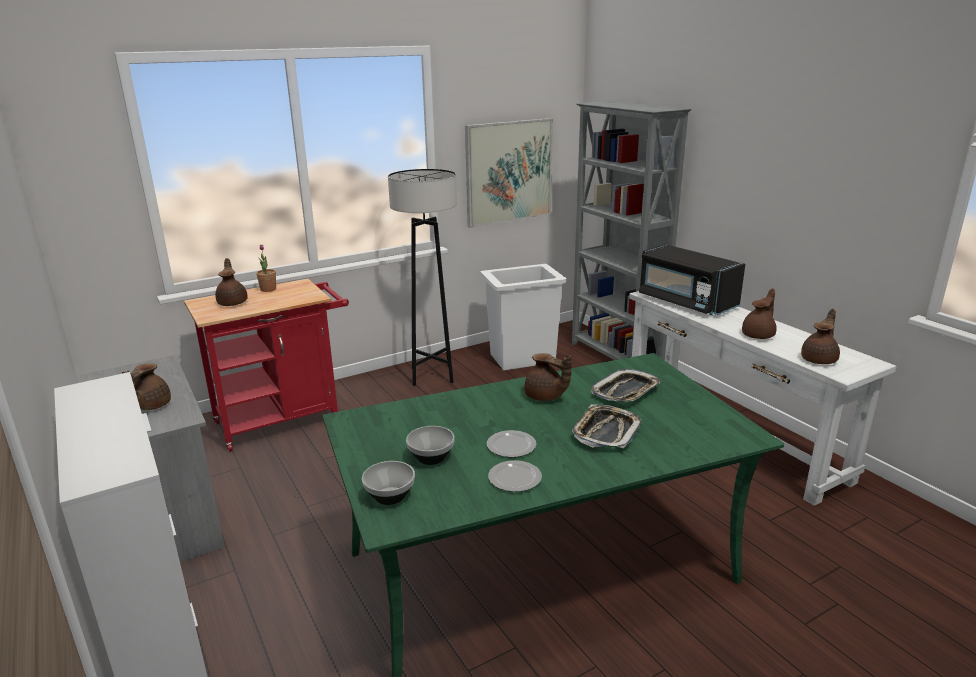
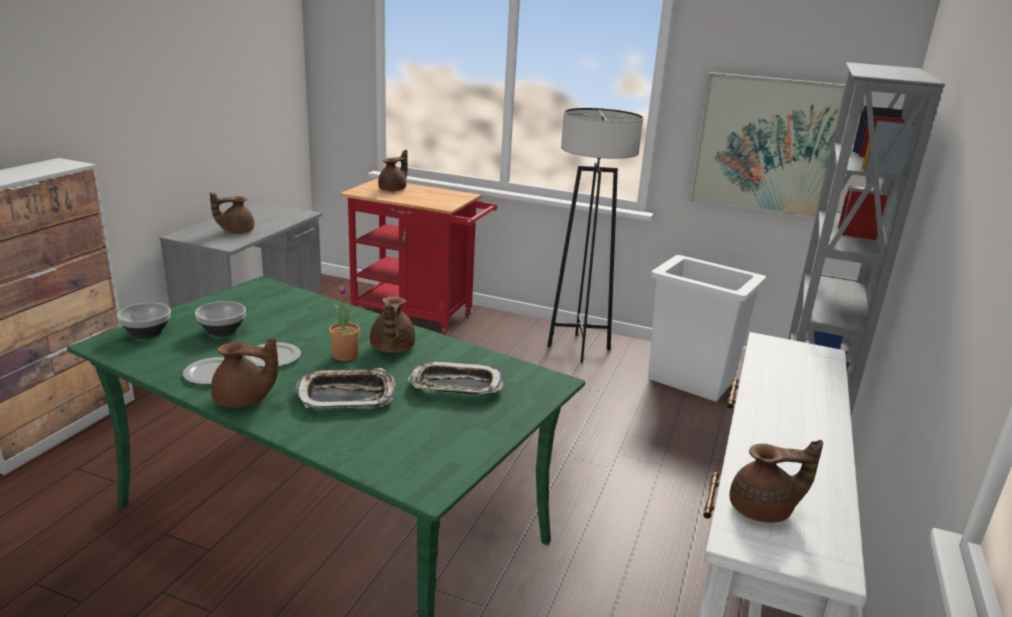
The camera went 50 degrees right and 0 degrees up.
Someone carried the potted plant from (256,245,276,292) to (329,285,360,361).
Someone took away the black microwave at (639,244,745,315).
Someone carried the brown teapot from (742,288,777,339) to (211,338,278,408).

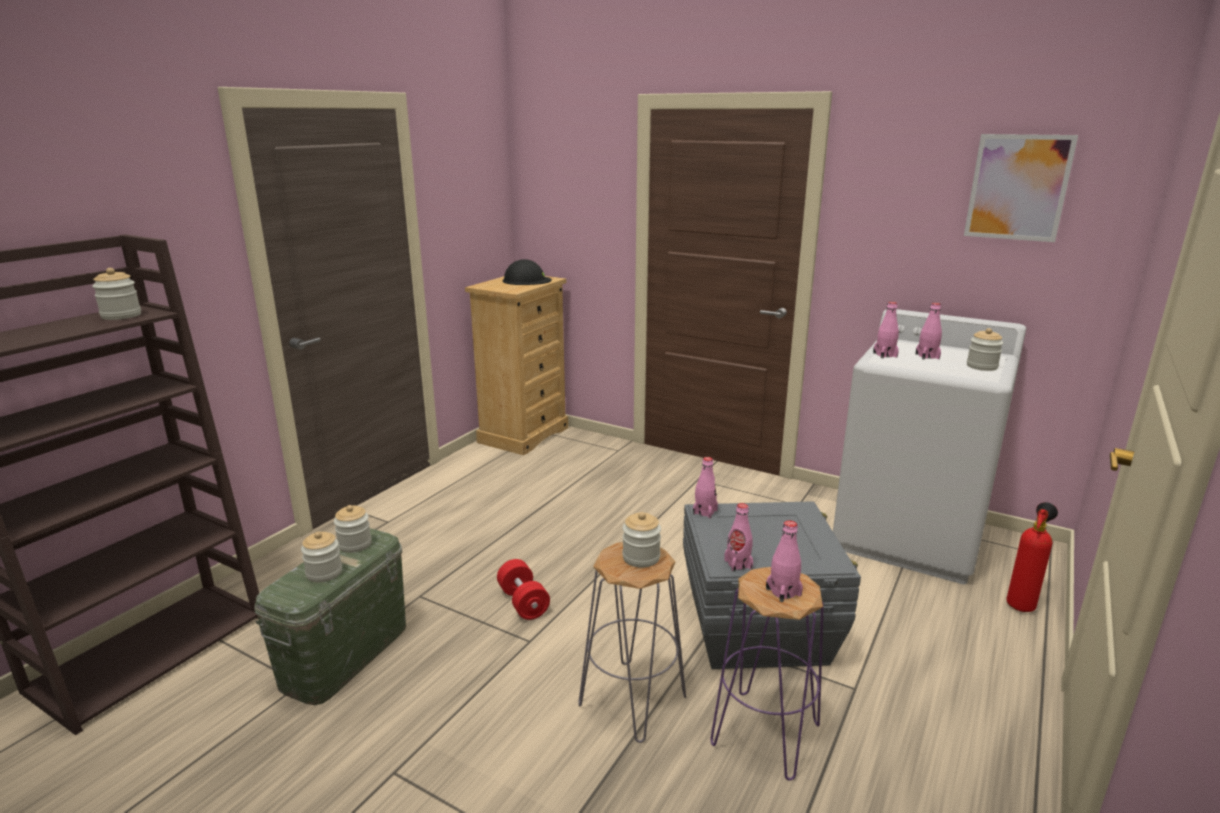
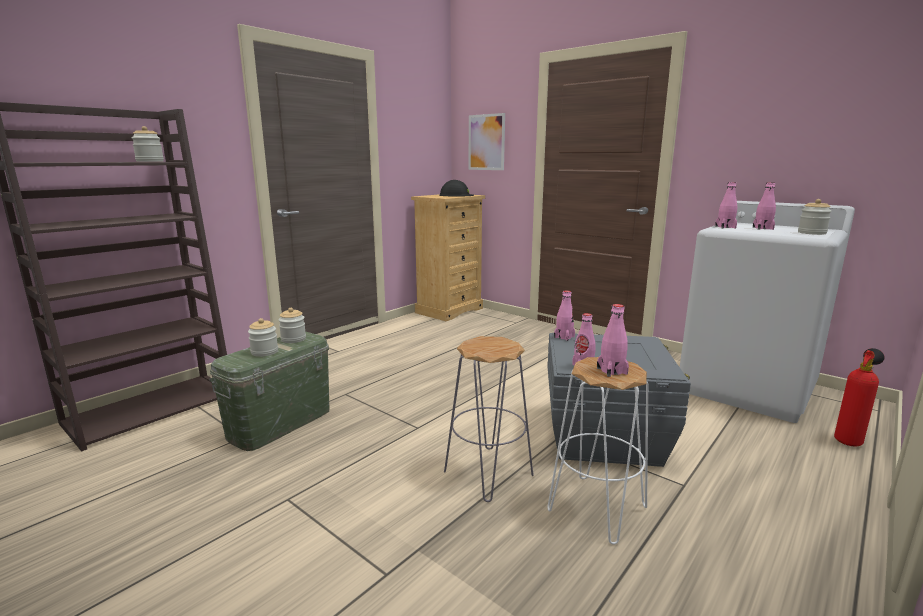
The camera went 10 degrees right and 5 degrees down.
Someone took away the red dumbbell at (497,559,550,620).
Someone took away the jar at (622,512,661,568).
Someone repainted the purple stool at (710,567,824,781), which became the white stool at (548,357,648,545).
Someone carried the picture from (964,134,1078,242) to (469,113,505,170).

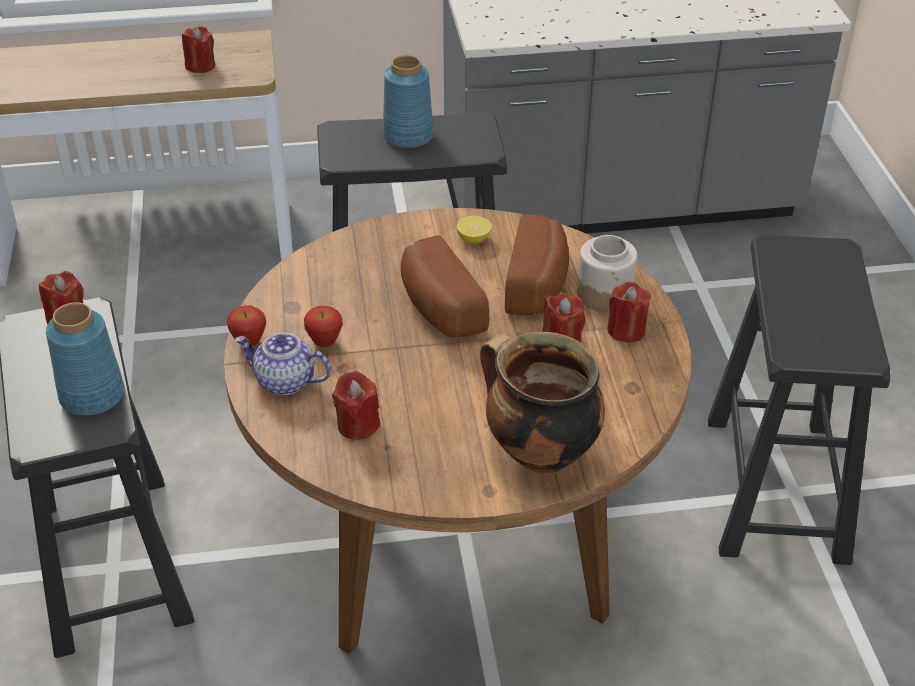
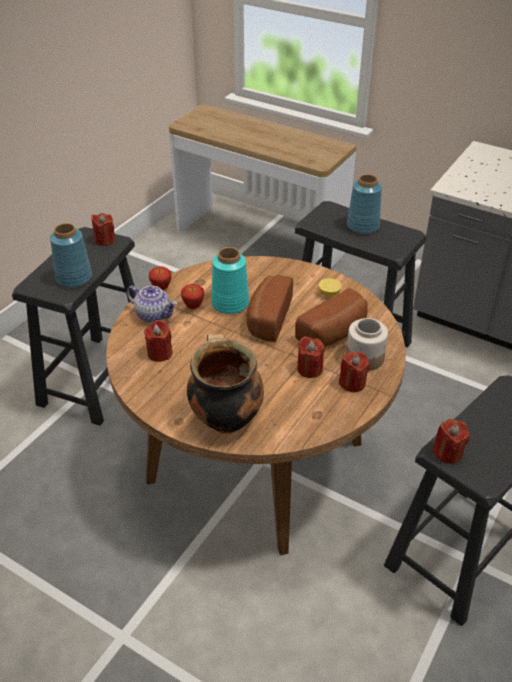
The camera went 40 degrees right and 0 degrees up.
Someone carried the red candle from (182,26,215,73) to (433,419,470,464).
Someone rotated the teapot at (235,333,331,395) by 150 degrees clockwise.
Someone put down the turquoise vase at (211,247,249,314).

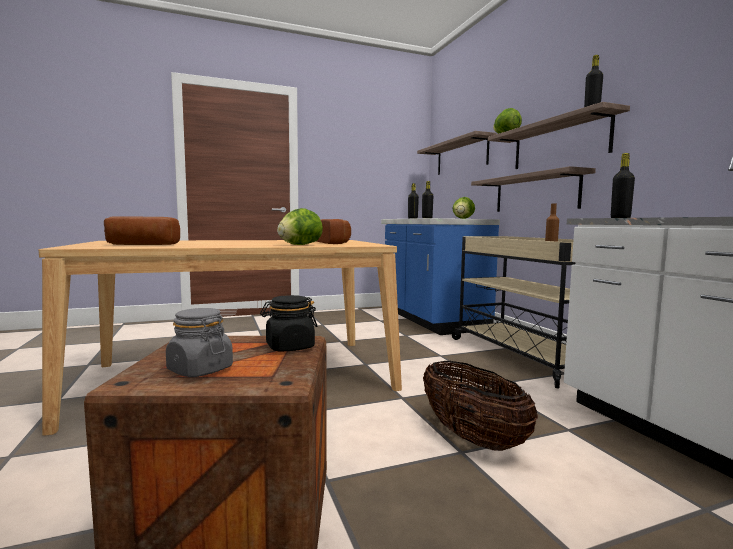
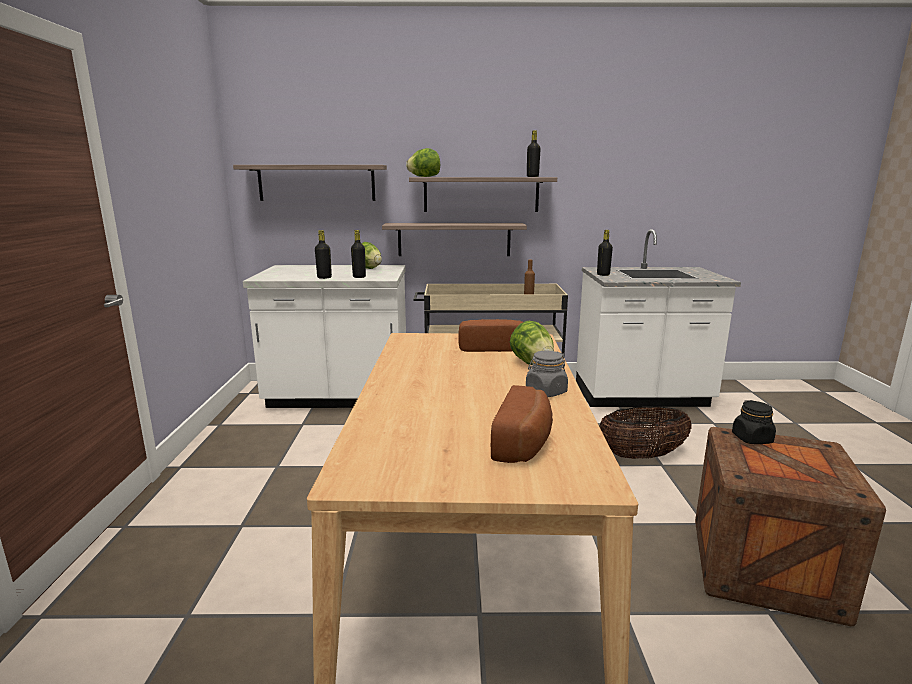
The camera went 70 degrees left and 10 degrees up.
Someone carried the grey jar from (166,308,233,377) to (526,351,568,397).
Someone repainted the blue counter at (381,218,500,335), which became the white counter at (243,265,406,408).

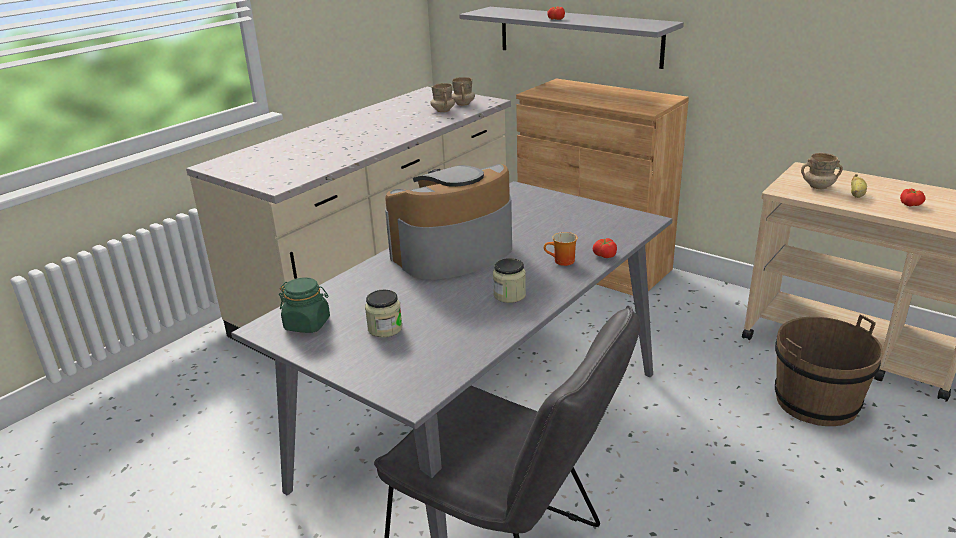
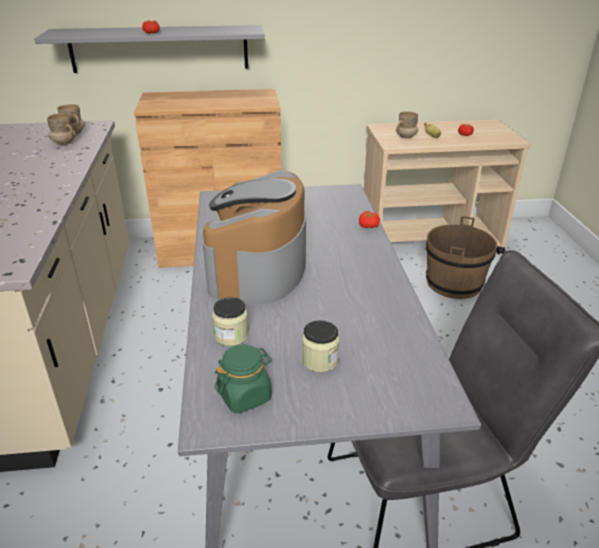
The camera went 45 degrees left and 5 degrees up.
Someone carried the jar from (493,258,526,303) to (212,297,249,346).
Someone took away the mug at (544,232,578,266).

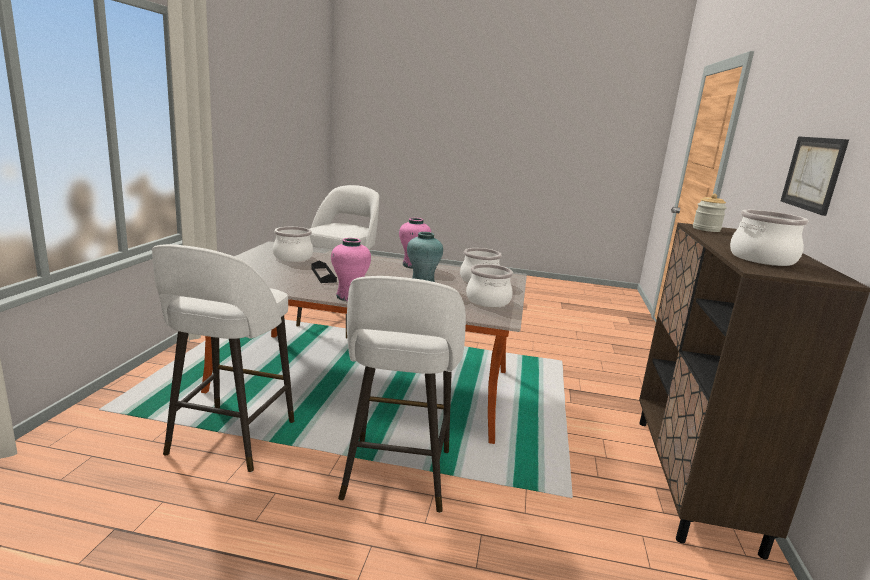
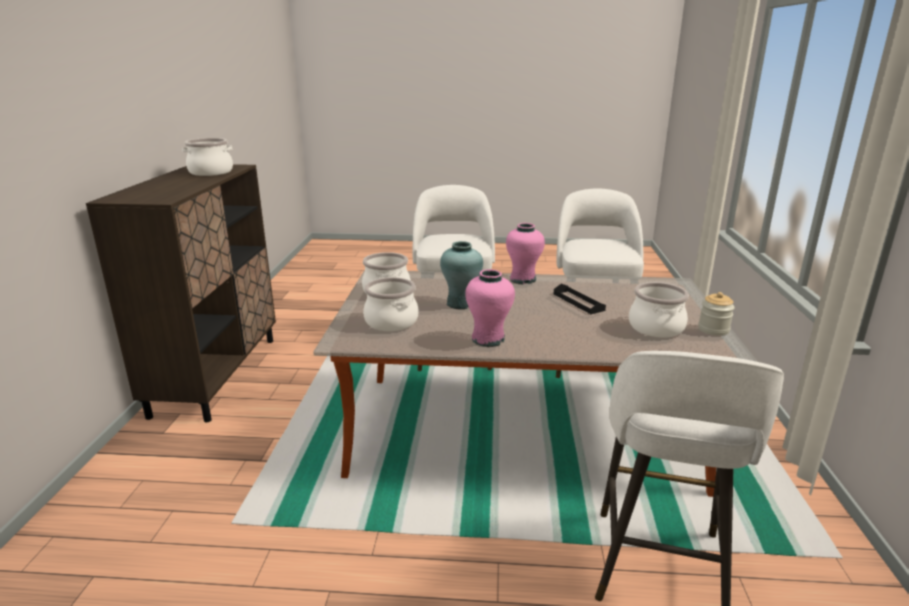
The camera went 175 degrees right and 5 degrees up.
Someone carried the jar from (693,194,727,232) to (698,292,735,336).
Someone took away the picture at (781,136,849,216).

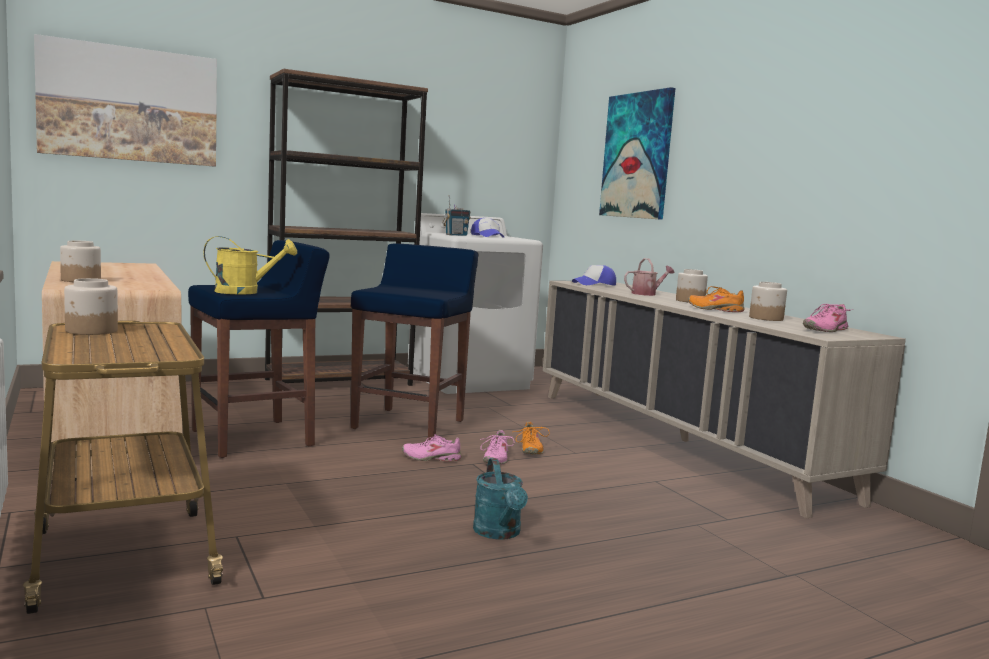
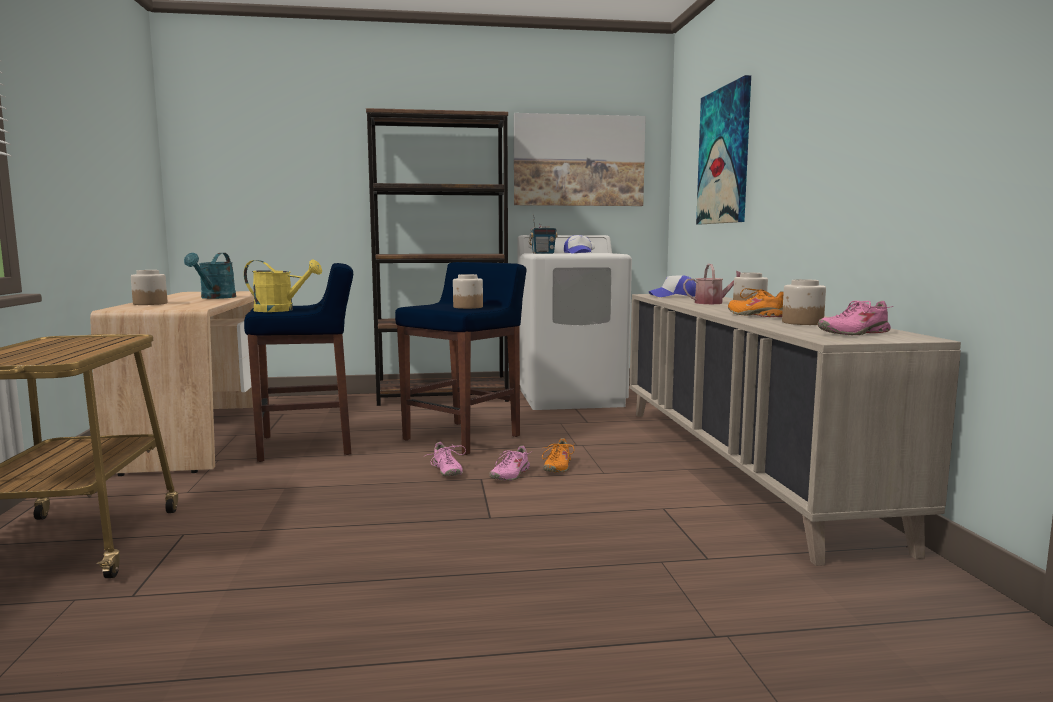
The camera went 20 degrees right and 0 degrees up.
Someone carried the picture from (34,34,217,167) to (514,113,646,206).
Someone carried the jar from (64,278,118,335) to (453,274,483,309).
Someone rotated the pink shoe at (402,434,462,461) by 135 degrees counterclockwise.
Someone carried the turquoise watering can from (473,458,528,540) to (184,253,236,299).

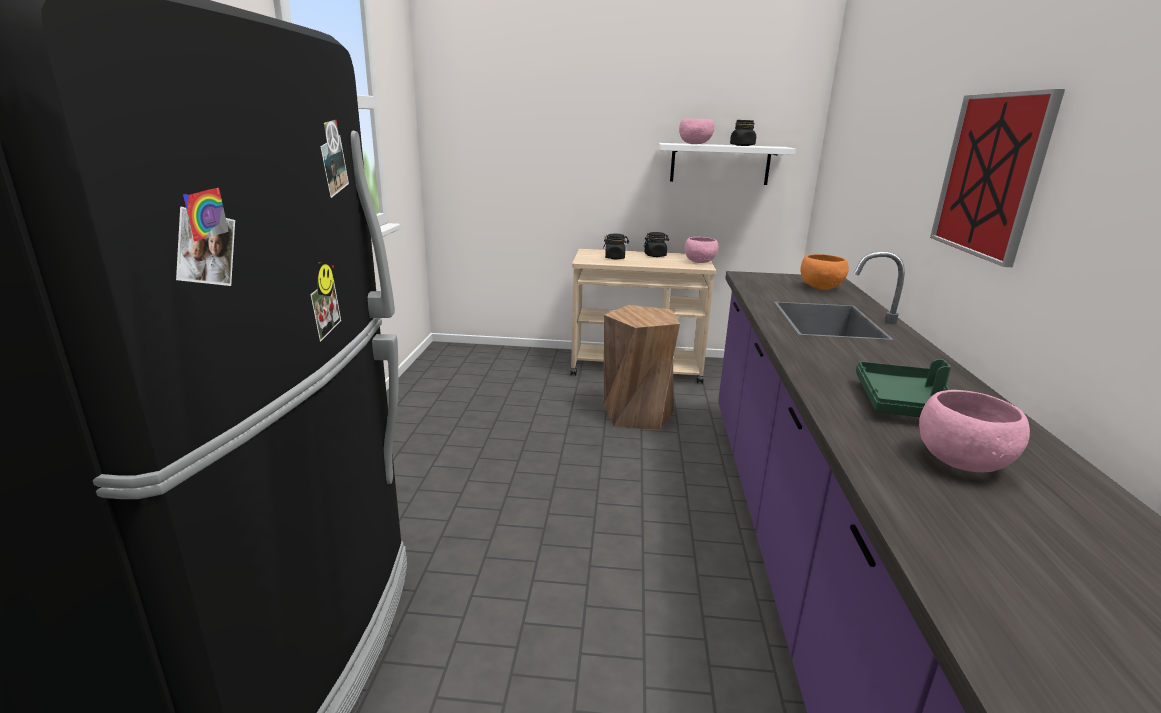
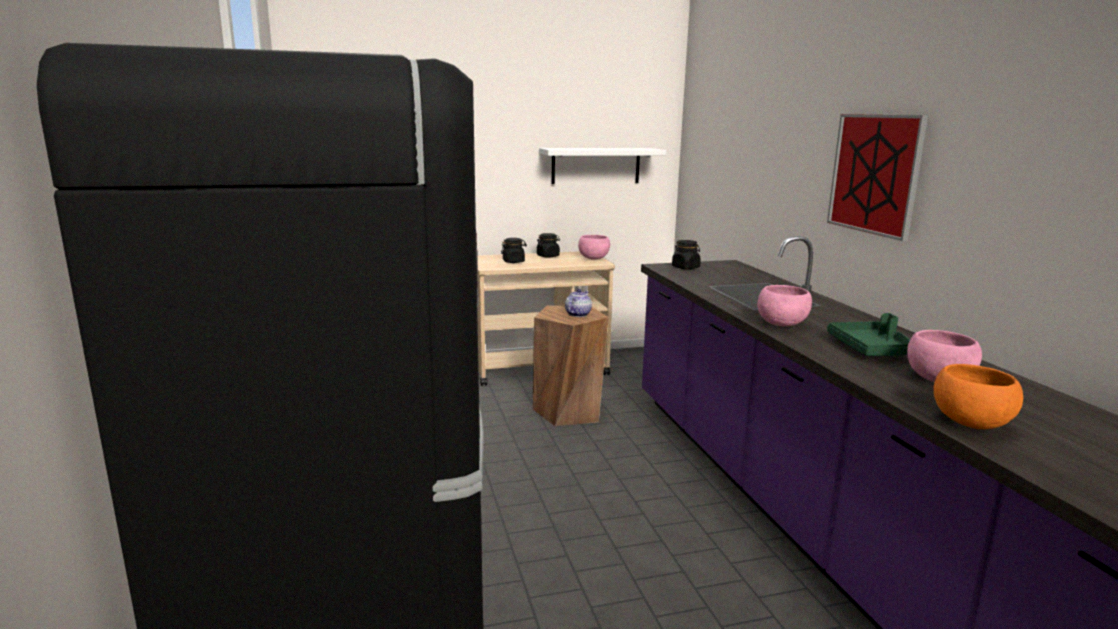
The camera went 20 degrees left and 5 degrees down.
Someone carried the pink bowl from (679,118,714,144) to (757,285,812,327).
Someone carried the black jar from (730,120,756,146) to (672,240,701,269).
Someone carried the orange bowl from (800,254,849,290) to (933,364,1023,429).
Someone put down the teapot at (565,289,592,317).

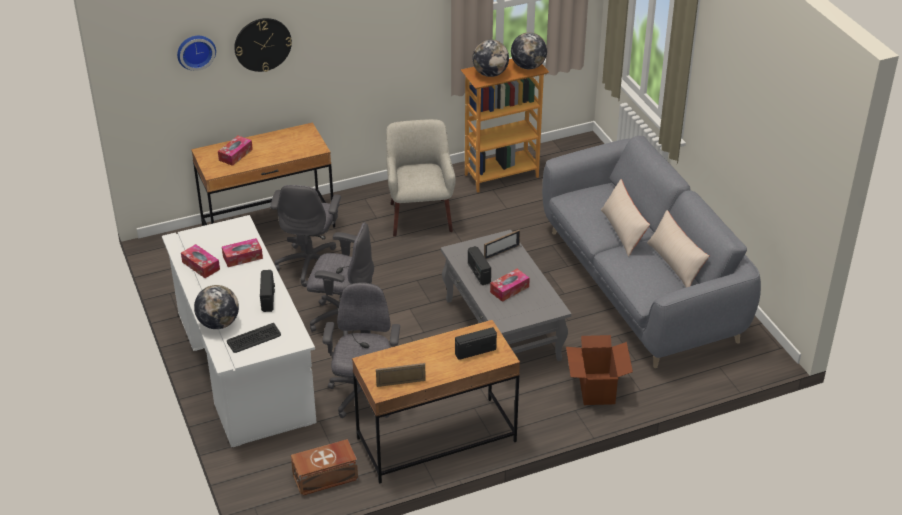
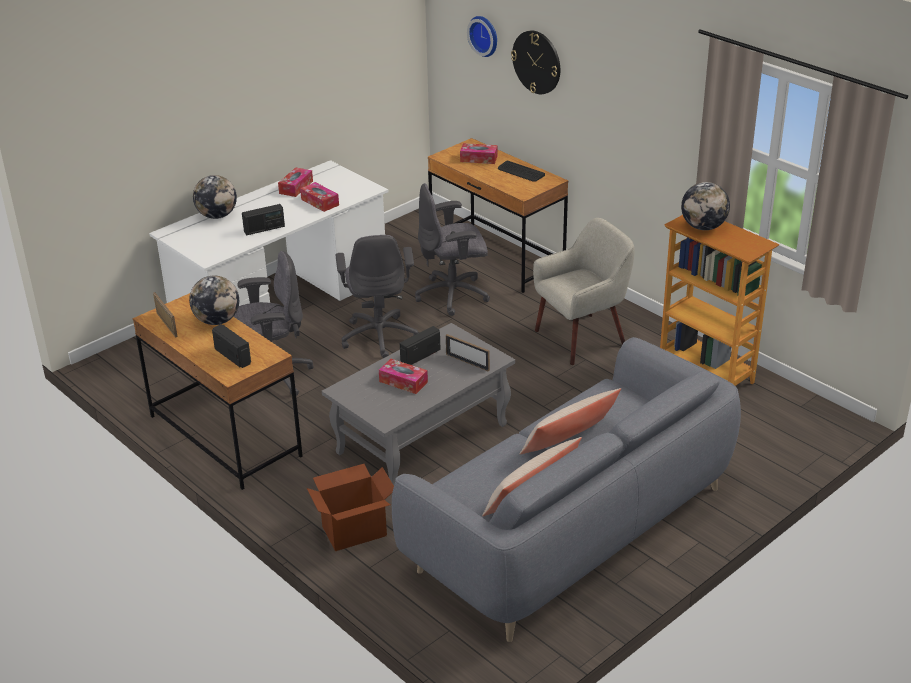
The camera went 70 degrees right and 5 degrees down.
Someone carried the keyboard from (227,323,281,353) to (498,161,545,182).
Someone took away the brown storage box at (291,439,358,496).
Someone carried the globe from (511,32,547,69) to (189,276,239,325).

